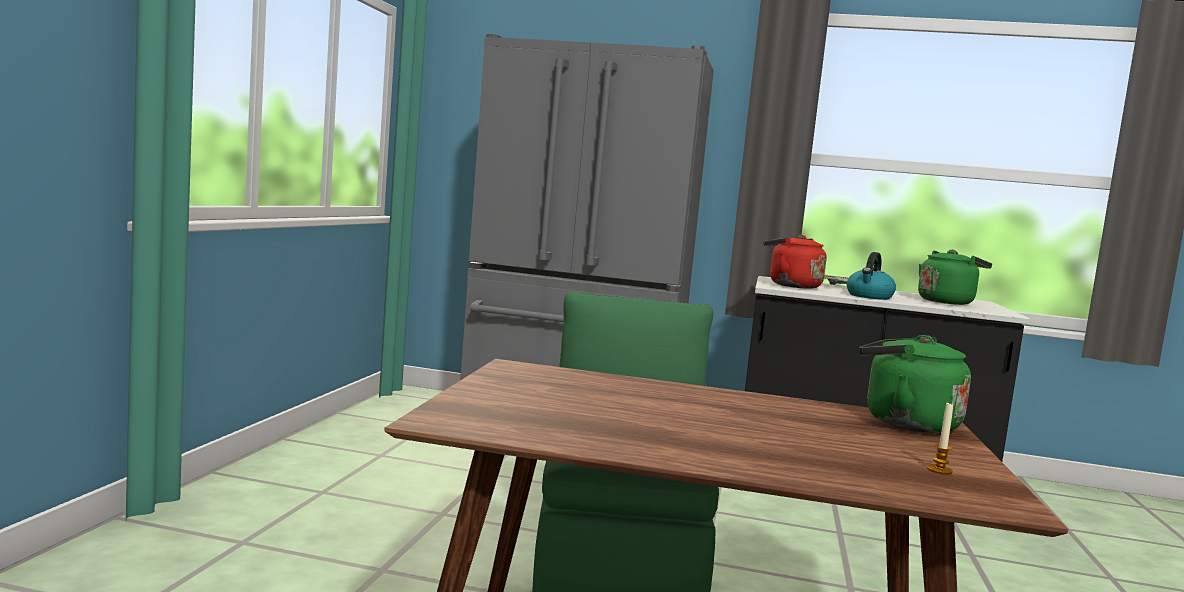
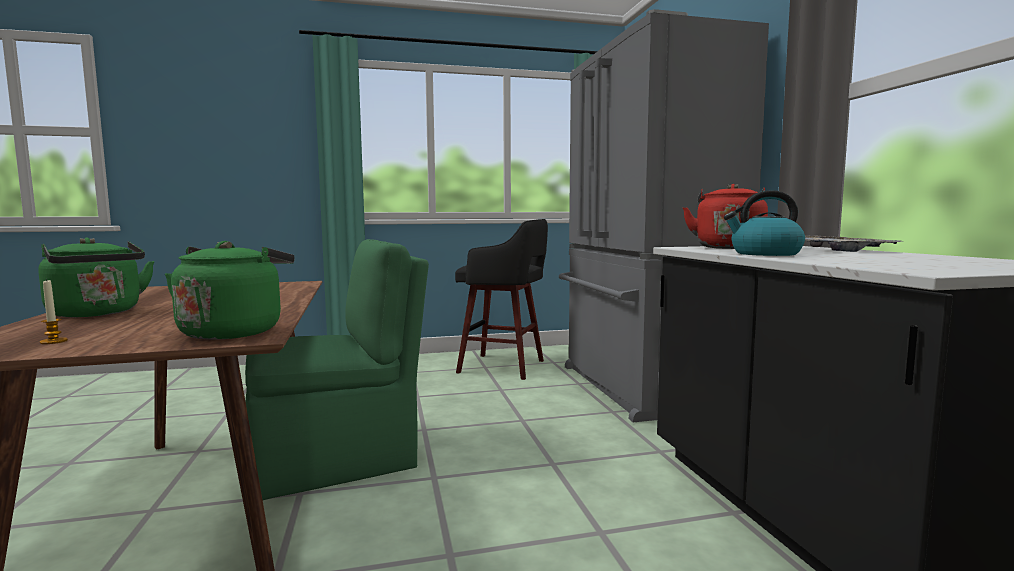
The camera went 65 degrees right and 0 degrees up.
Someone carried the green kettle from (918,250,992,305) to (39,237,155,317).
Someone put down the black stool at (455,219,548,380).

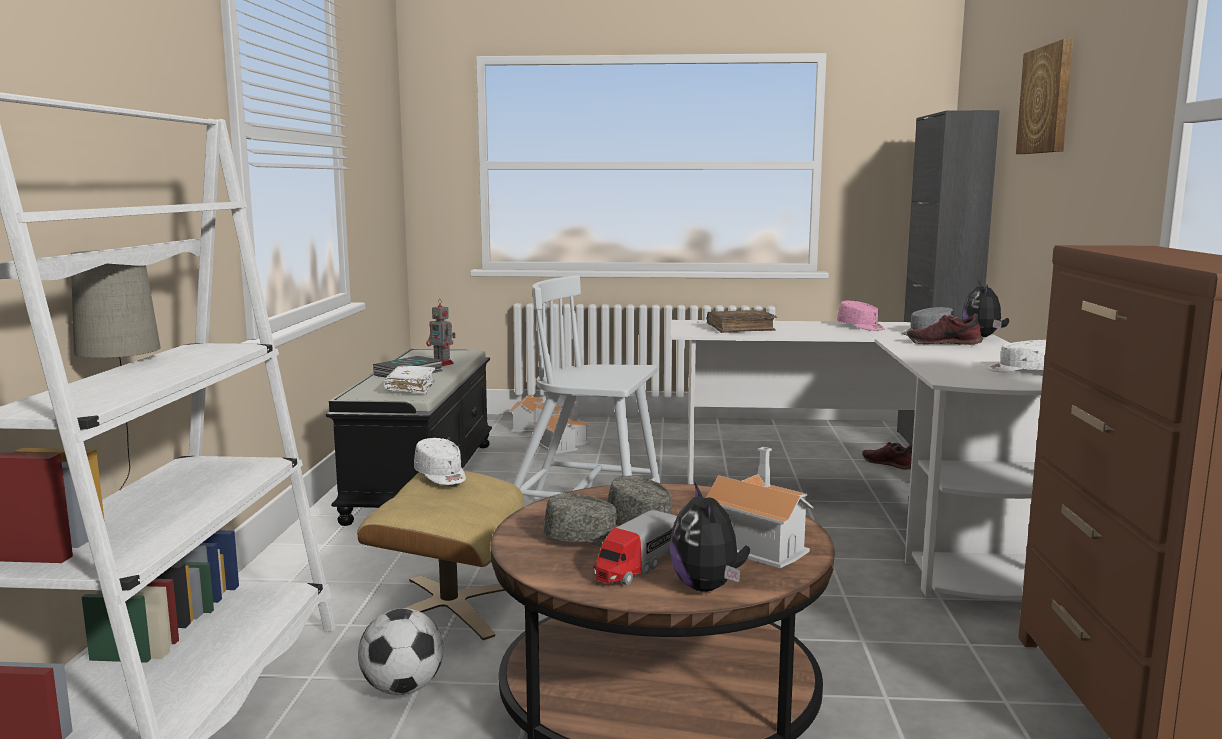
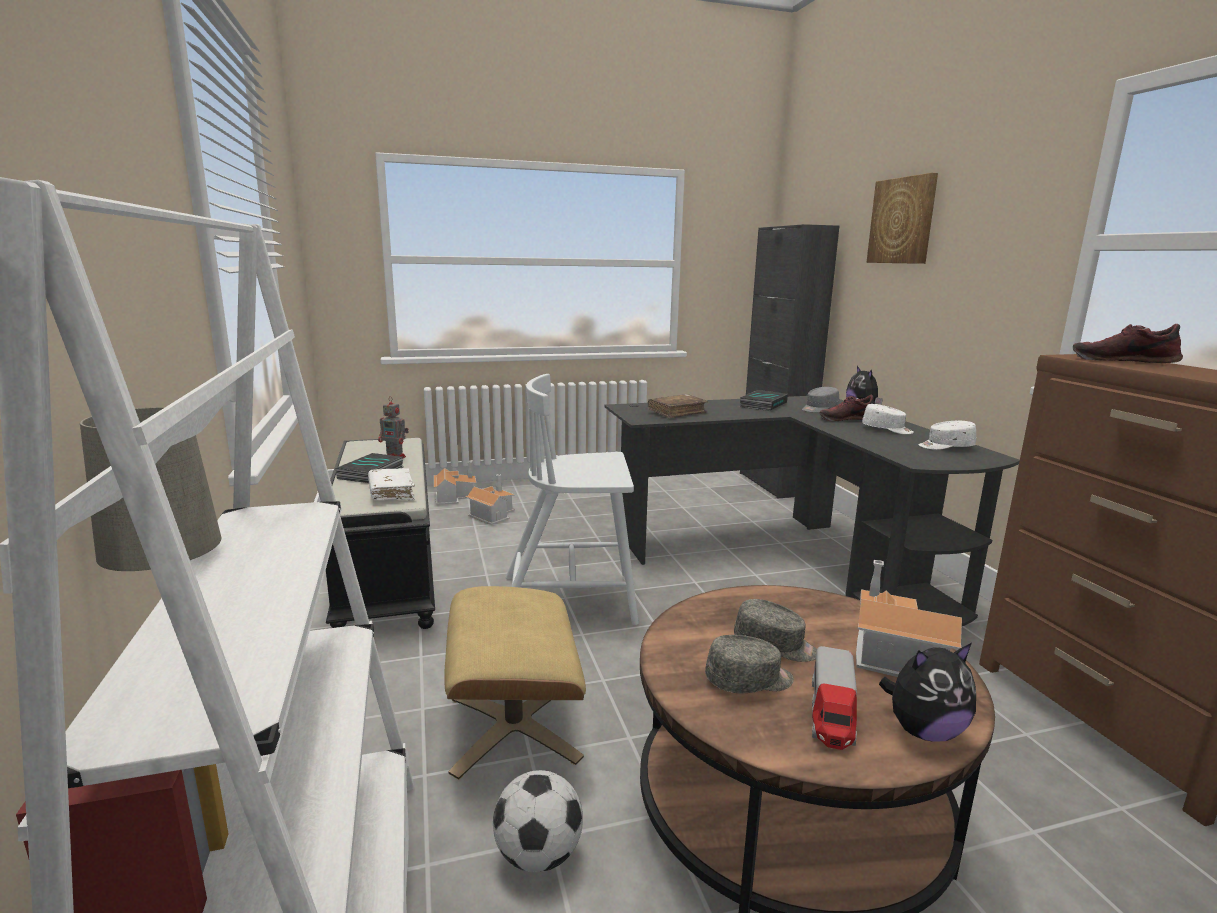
The camera went 20 degrees left and 5 degrees up.
Someone carried the white cap from (414,438,466,485) to (862,404,914,434).
Someone rotated the plush toy at (670,483,750,592) by 75 degrees counterclockwise.
Someone repainted the white desk at (671,320,1043,600), which became the black desk at (604,396,1020,626).
Someone swapped the pink cap at (837,301,885,331) for the book at (739,390,788,411).
Someone carried the shoe from (862,442,912,470) to (1073,324,1183,363).

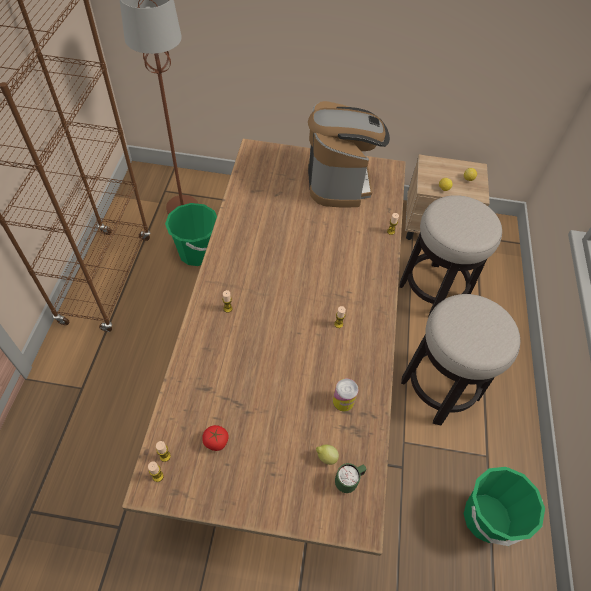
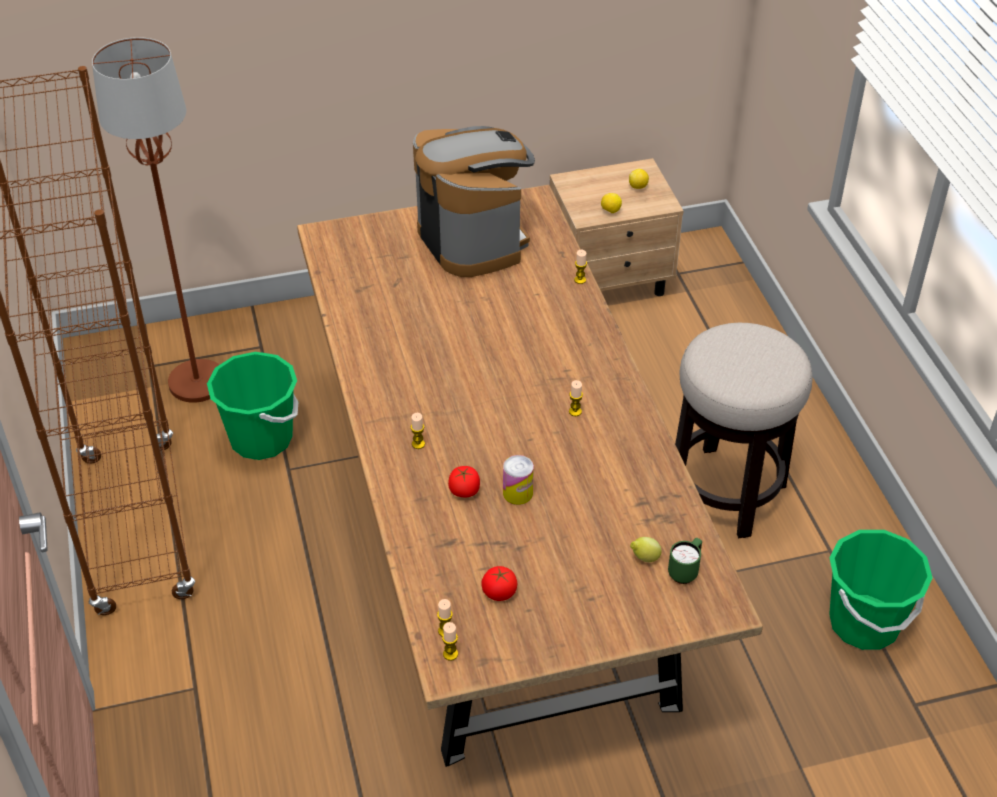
The camera went 20 degrees left and 10 degrees down.
Someone carried the can from (333,379,359,412) to (503,455,534,505).
Someone took away the stool at (399,195,502,318).
Someone put down the tomato at (448,466,480,497).

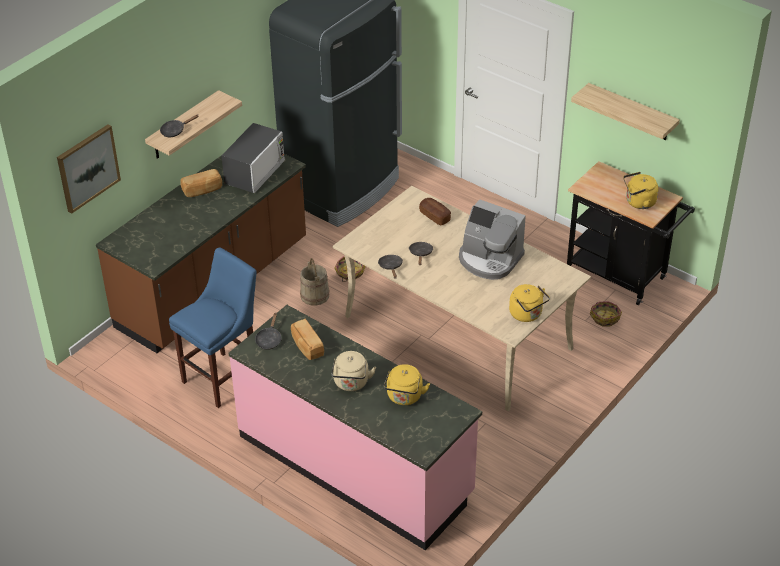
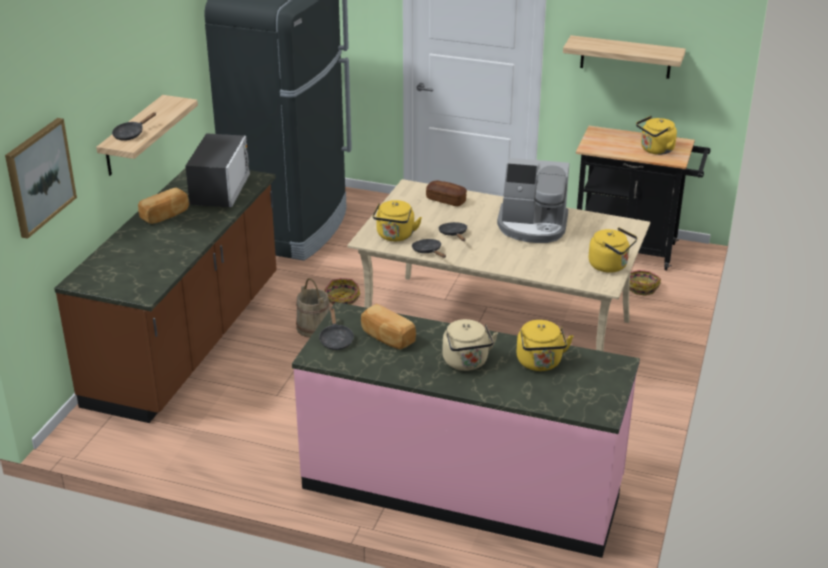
The camera went 20 degrees left and 10 degrees down.
Someone took away the blue stool at (169,247,257,408).
Someone put down the yellow kettle at (372,200,422,241).

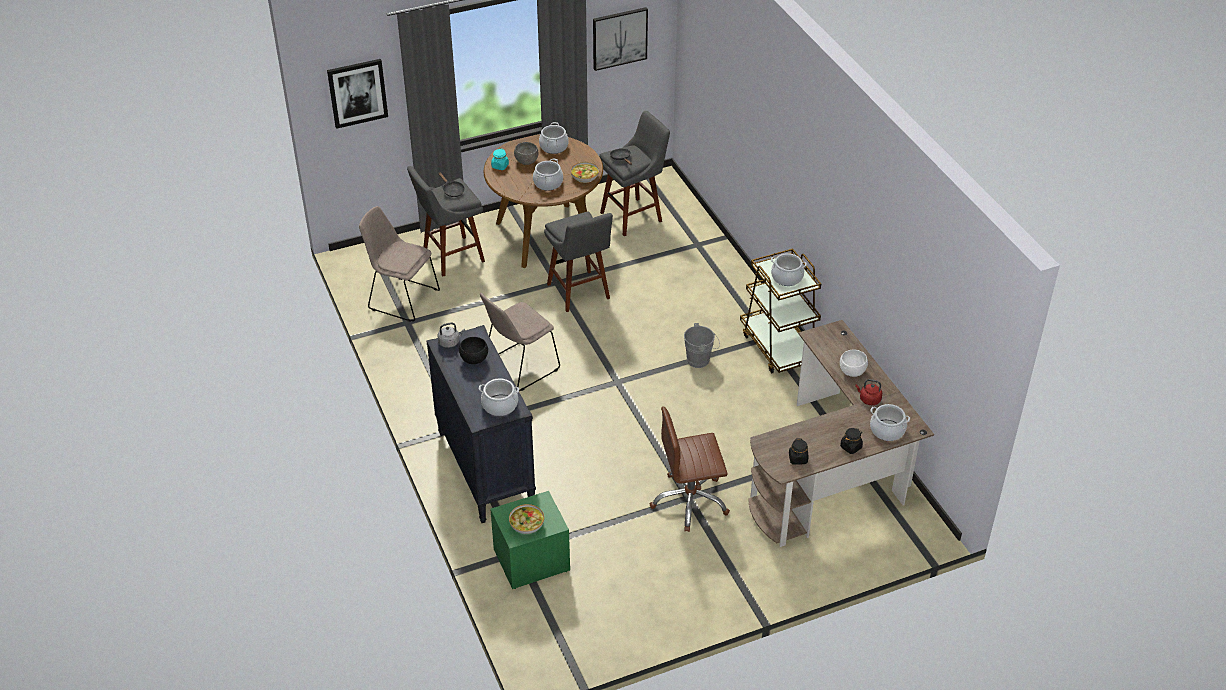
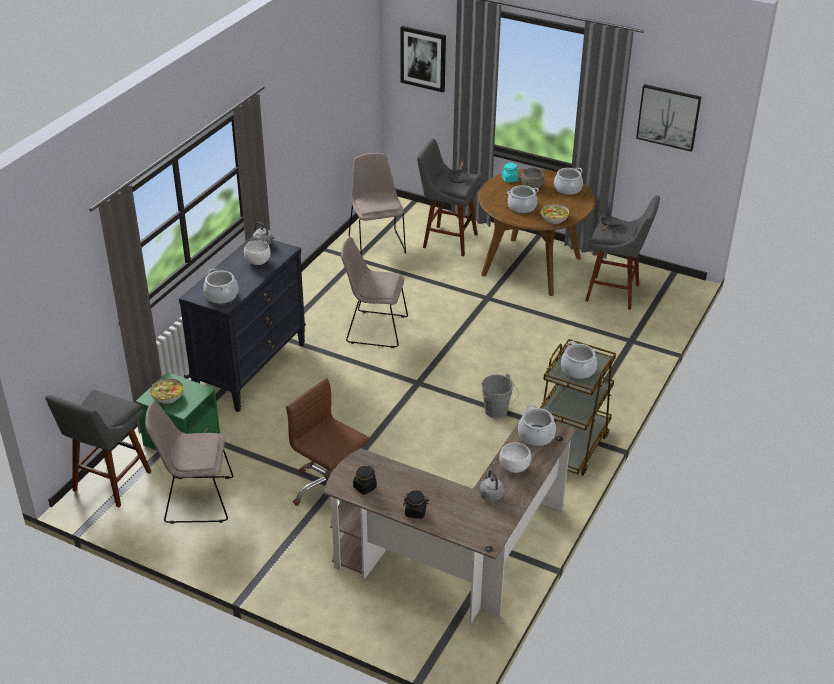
The camera went 50 degrees right and 5 degrees down.
Someone repainted the black bowl at (459,337,488,364), which became the white bowl at (244,240,271,265).
Someone carried the grey stool from (544,212,613,312) to (46,390,152,507).
Someone repainted the red kettle at (855,379,882,405), which became the grey kettle at (479,470,504,502).
Someone carried the cooking pot from (870,404,910,441) to (518,405,556,446).
Someone put down the beige chair at (145,401,233,524).

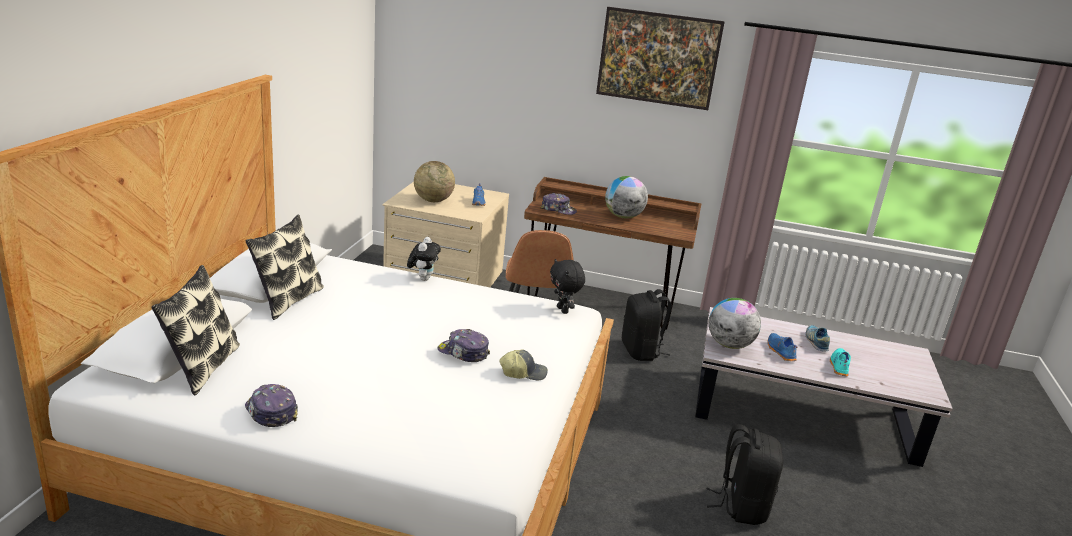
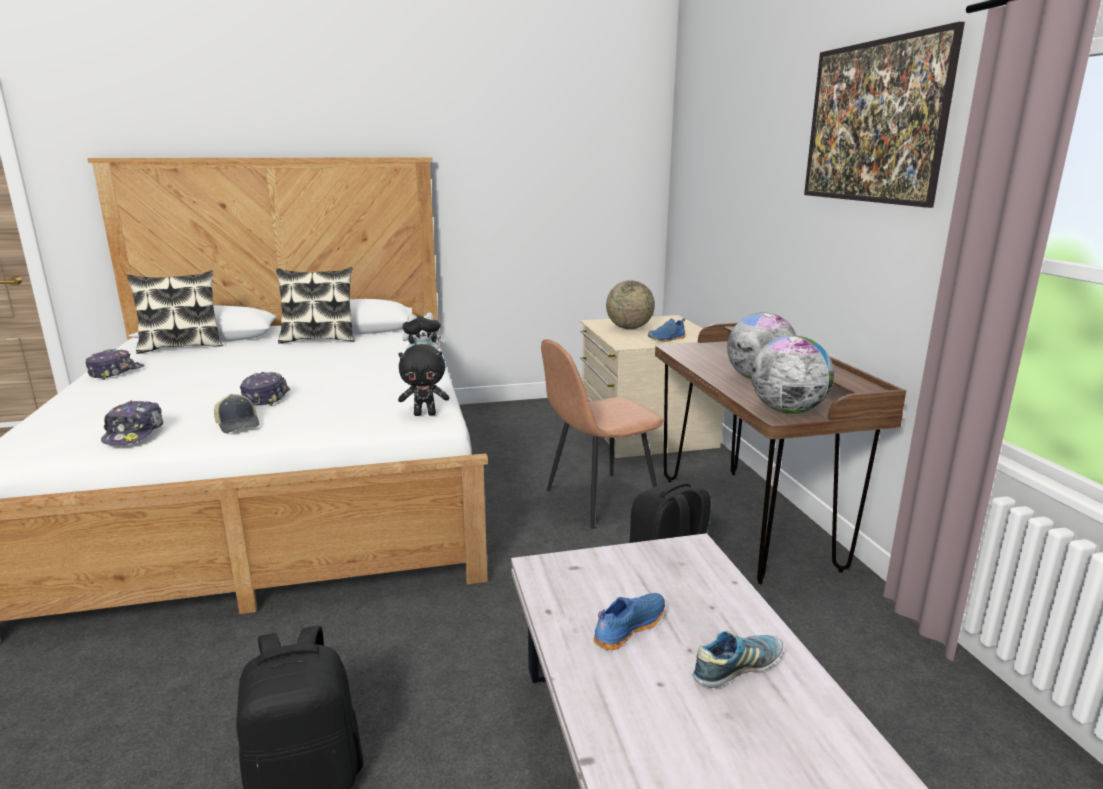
The camera went 65 degrees right and 5 degrees down.
Someone carried the cap from (541,193,577,215) to (101,400,163,445).
Someone rotated the black plush toy at (550,259,585,314) by 135 degrees counterclockwise.
Someone carried the globe from (709,298,761,349) to (752,336,834,414).
Someone took away the turquoise shoe at (830,348,851,376).

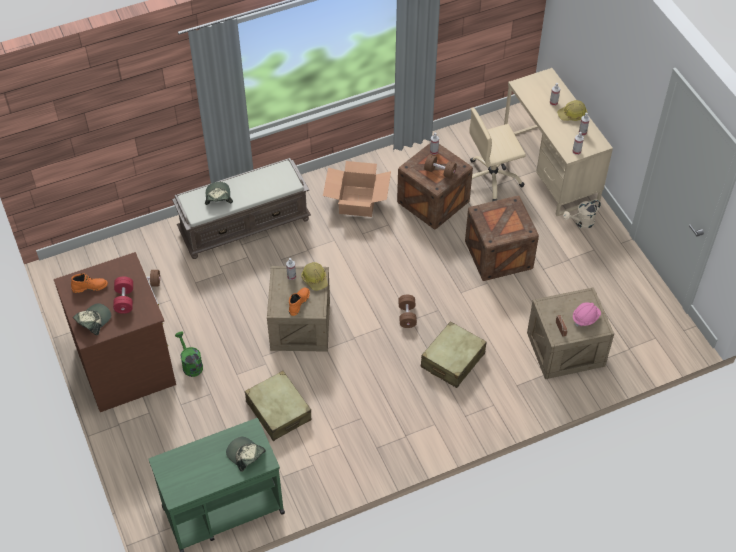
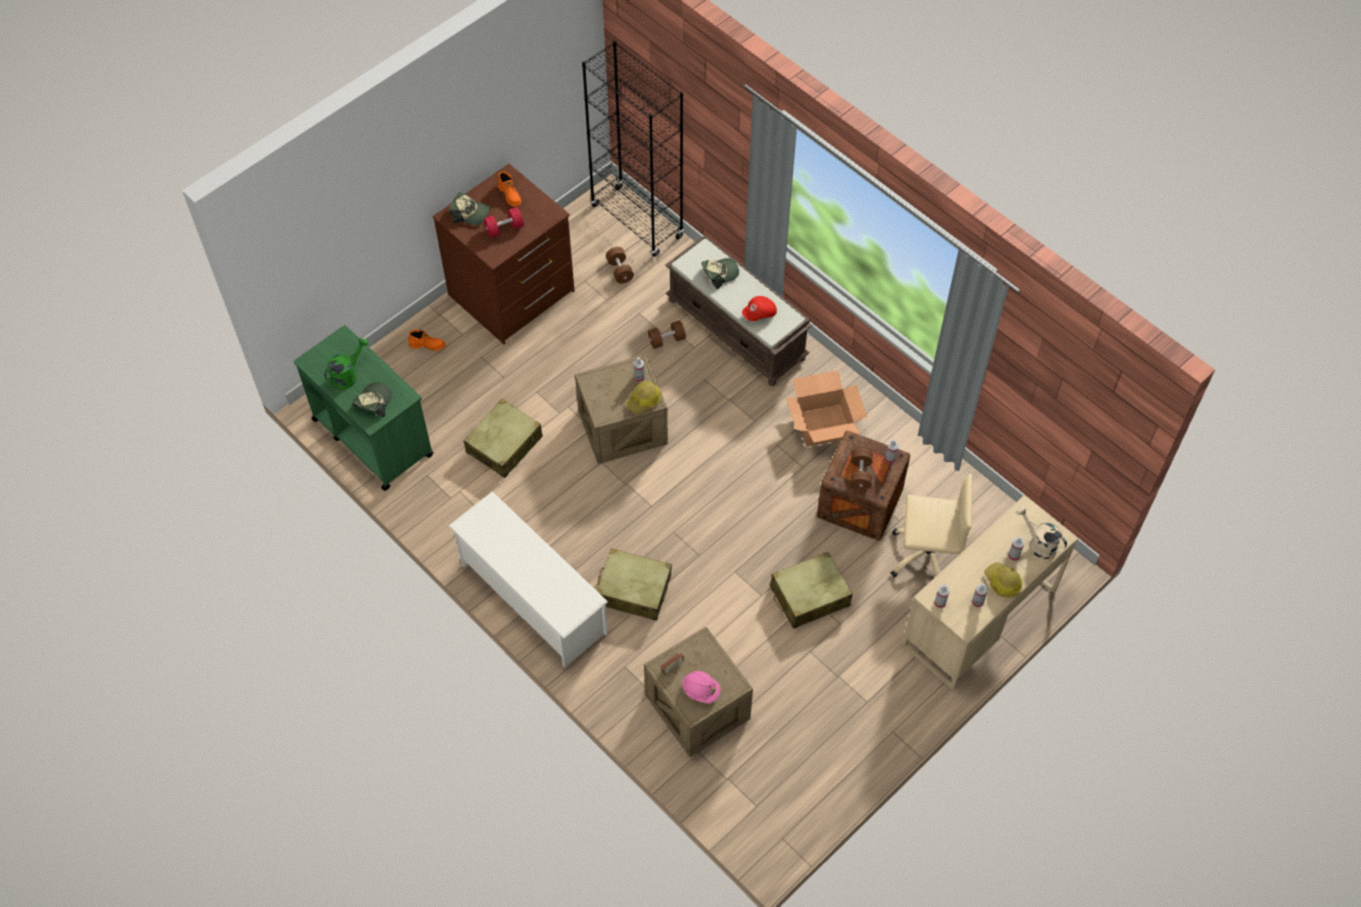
The camera went 70 degrees right and 5 degrees up.
Someone carried the green watering can from (175,331,203,377) to (324,338,368,390).
Someone carried the orange boot from (289,287,310,316) to (408,330,446,351).
Someone carried the brown dumbbell from (398,295,417,328) to (648,320,686,349).
Someone swapped the crate at (465,196,539,281) for the beige suitcase at (770,552,853,628).
Someone rotated the beige office chair at (469,108,526,201) by 135 degrees clockwise.
Someone carried the beige watering can from (563,200,601,229) to (1016,506,1067,559).
Someone put down the white shoe rack at (449,492,608,667).
Someone put down the black bookcase at (582,41,684,257).
Someone put down the red cap at (742,296,777,321).

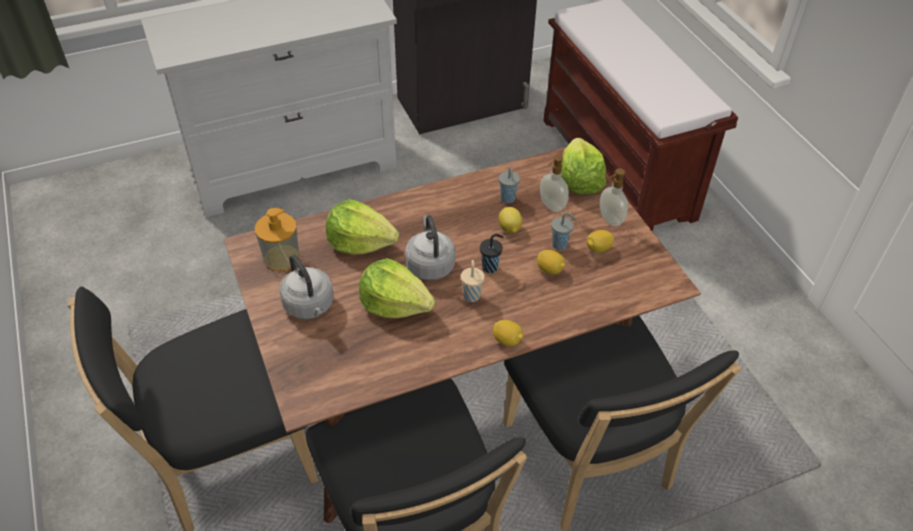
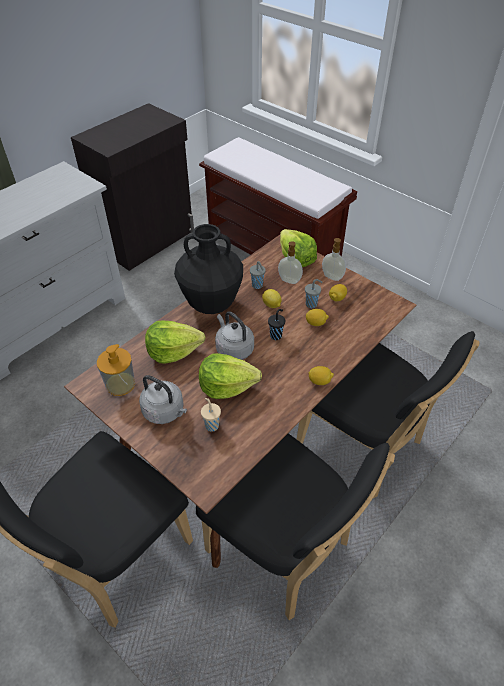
The camera went 25 degrees left and 0 degrees up.
Someone carried the beige cup from (461,260,485,302) to (201,398,221,432).
Someone put down the black vase at (174,224,243,314).

